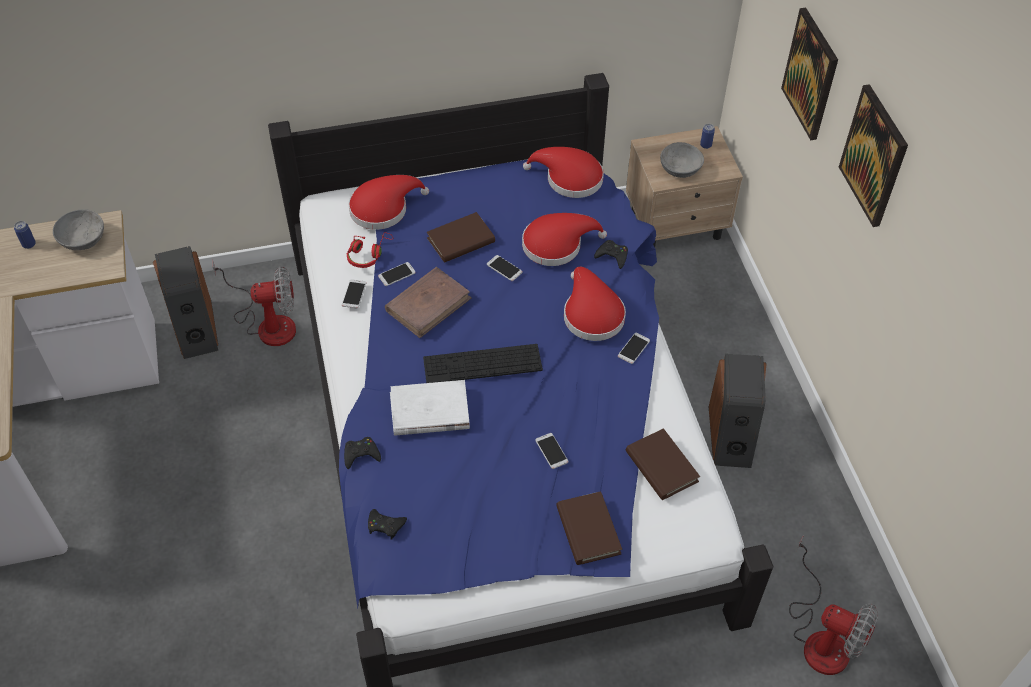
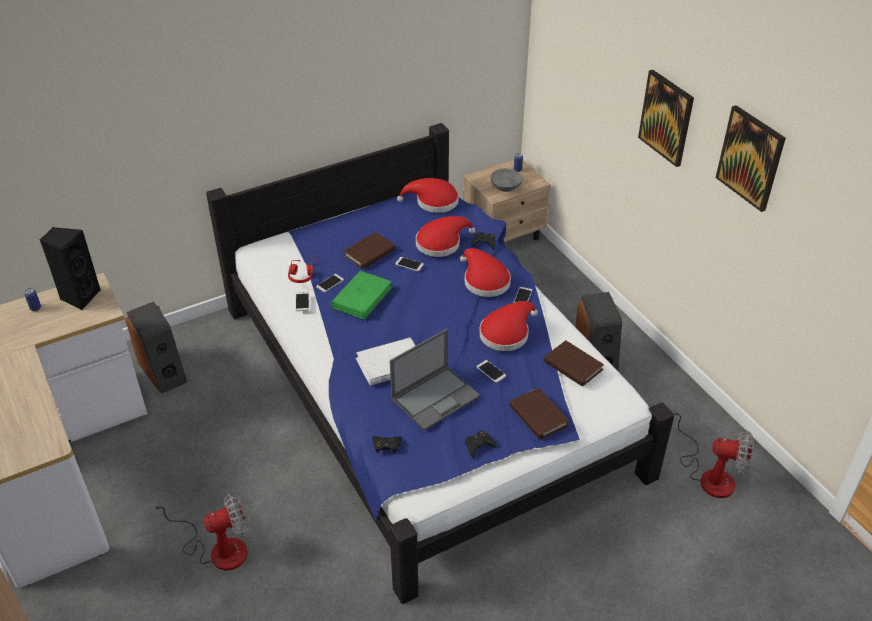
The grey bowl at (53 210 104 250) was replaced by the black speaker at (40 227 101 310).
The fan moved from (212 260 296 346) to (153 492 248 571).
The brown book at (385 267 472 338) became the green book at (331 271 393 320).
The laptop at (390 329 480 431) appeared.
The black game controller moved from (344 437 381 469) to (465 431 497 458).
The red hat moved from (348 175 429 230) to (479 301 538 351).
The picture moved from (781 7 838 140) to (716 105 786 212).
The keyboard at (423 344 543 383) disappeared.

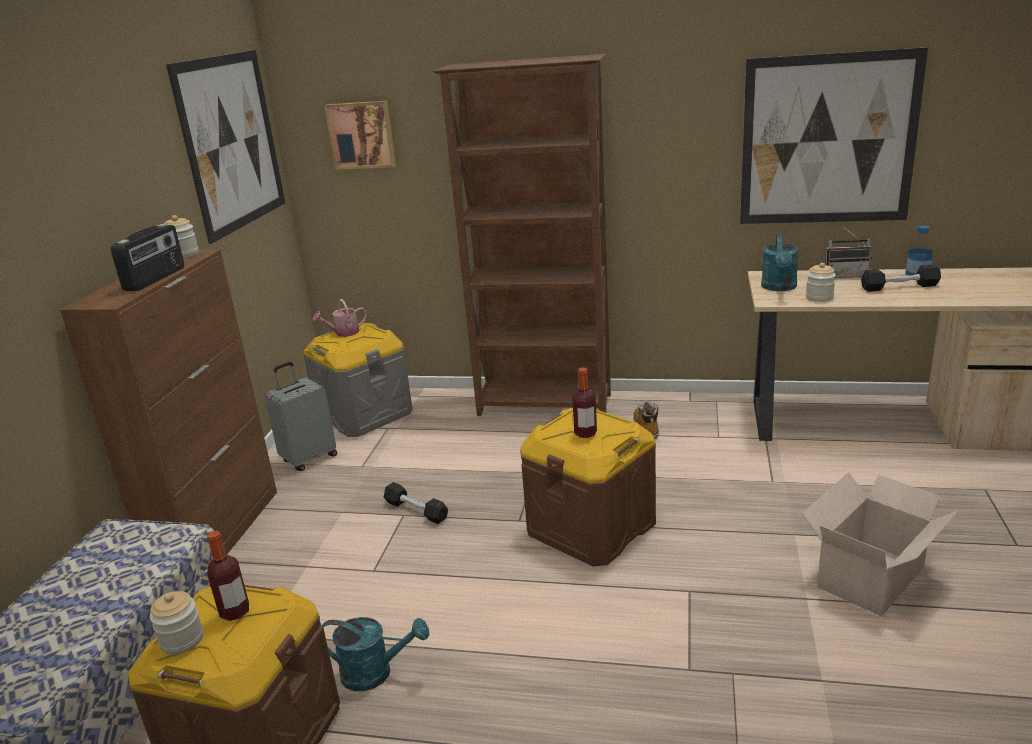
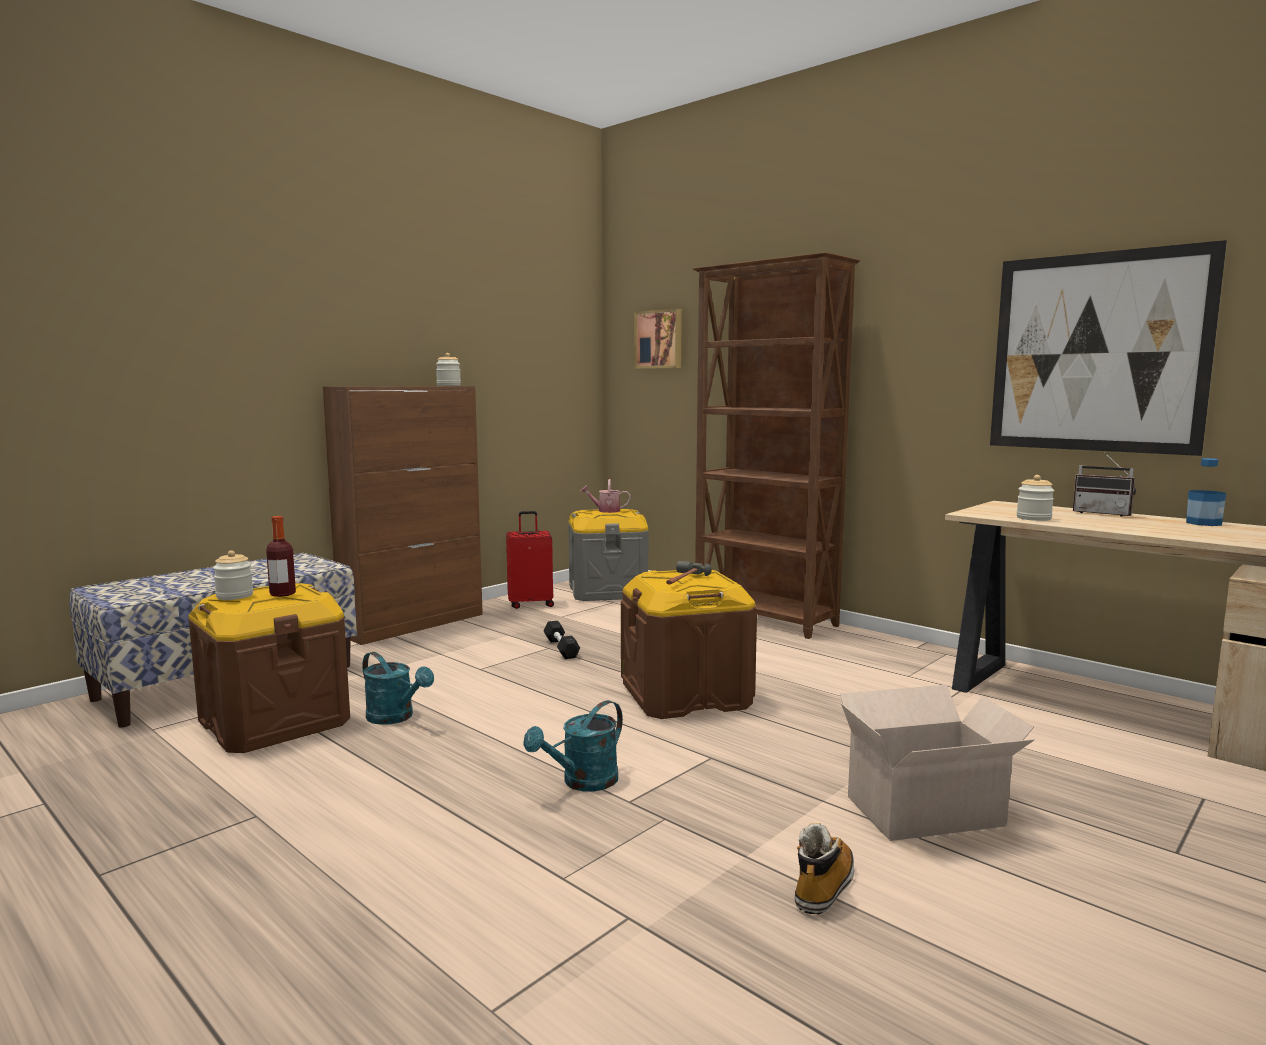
The grey suitcase at (265 362 337 471) became the red suitcase at (506 511 554 609).
The turquoise watering can moved from (761 234 799 291) to (523 700 623 791).
The bottle at (572 368 597 438) was replaced by the hammer at (666 561 712 585).
The boot moved from (633 400 659 439) to (795 823 854 914).
The radio at (111 224 184 291) disappeared.
The picture at (166 50 285 244) disappeared.
The black dumbbell at (861 265 941 292) disappeared.

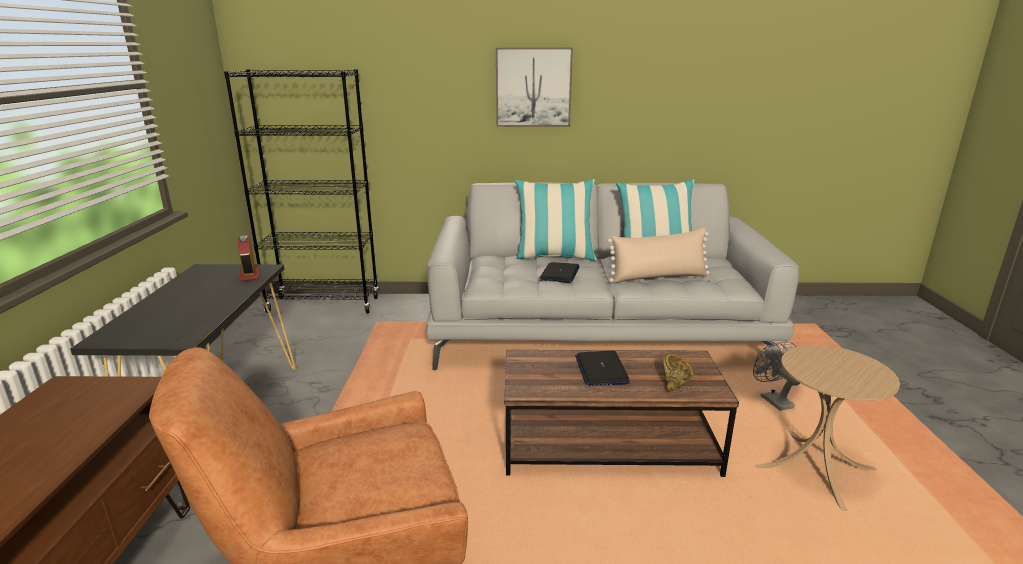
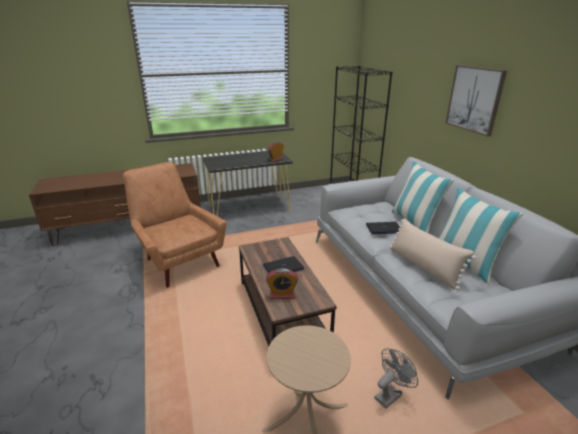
The brown bowl at (663 354 693 391) was replaced by the alarm clock at (266 268 298 299).

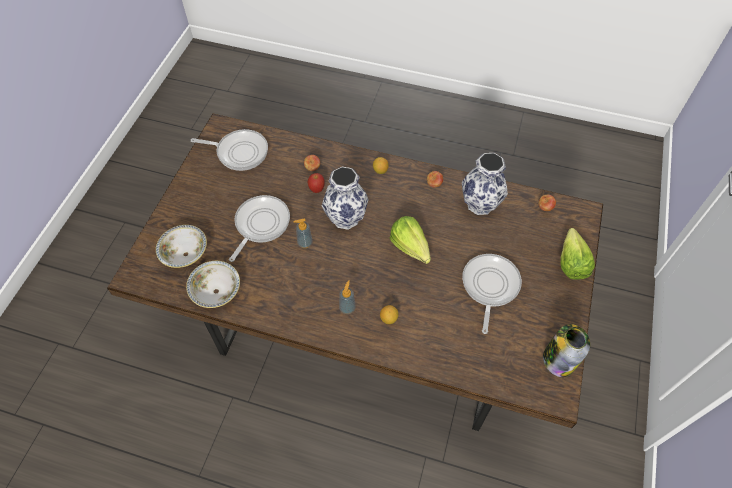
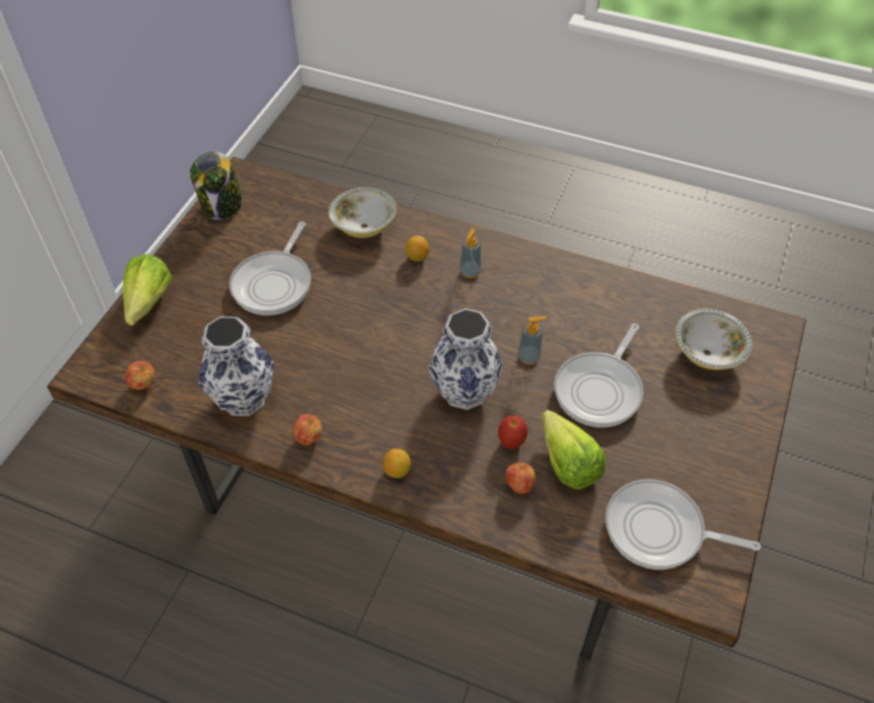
The bowl moved from (186 261 240 308) to (329 187 397 238).
The lettuce moved from (390 216 431 264) to (542 410 606 490).

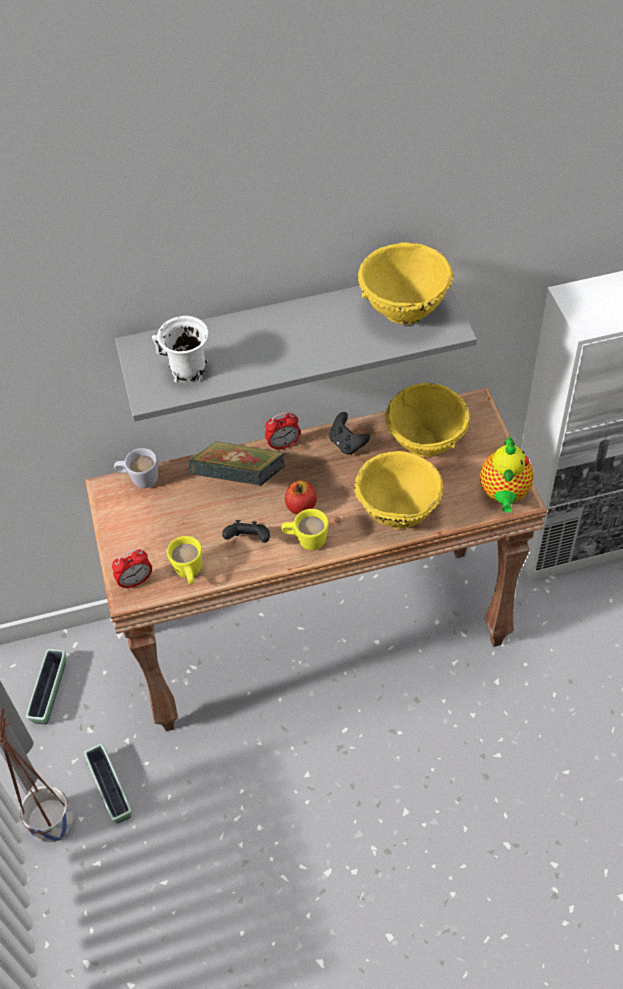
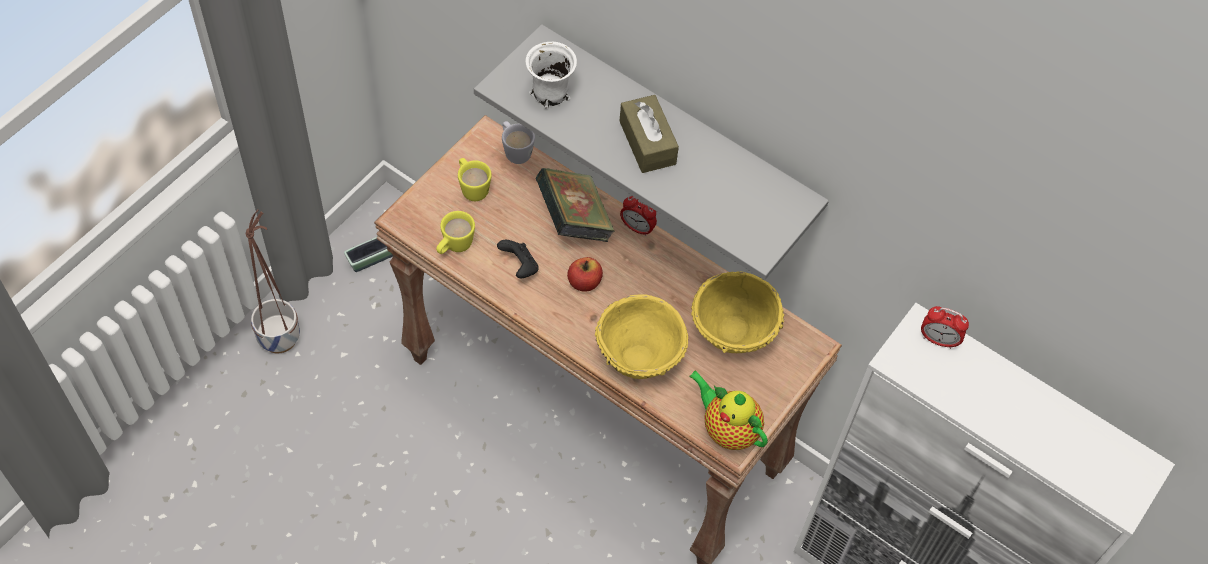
The yellow mug moved from (281 509 329 550) to (458 158 492 201).
The brown tissue box at (620 95 679 173) appeared.
The teapot at (480 436 534 513) turned 75 degrees clockwise.
The alarm clock moved from (112 549 152 590) to (921 306 969 349).
The planter at (84 744 132 823) disappeared.
The black game controller at (329 412 370 455) disappeared.
The yellow bowl at (358 242 454 325) disappeared.

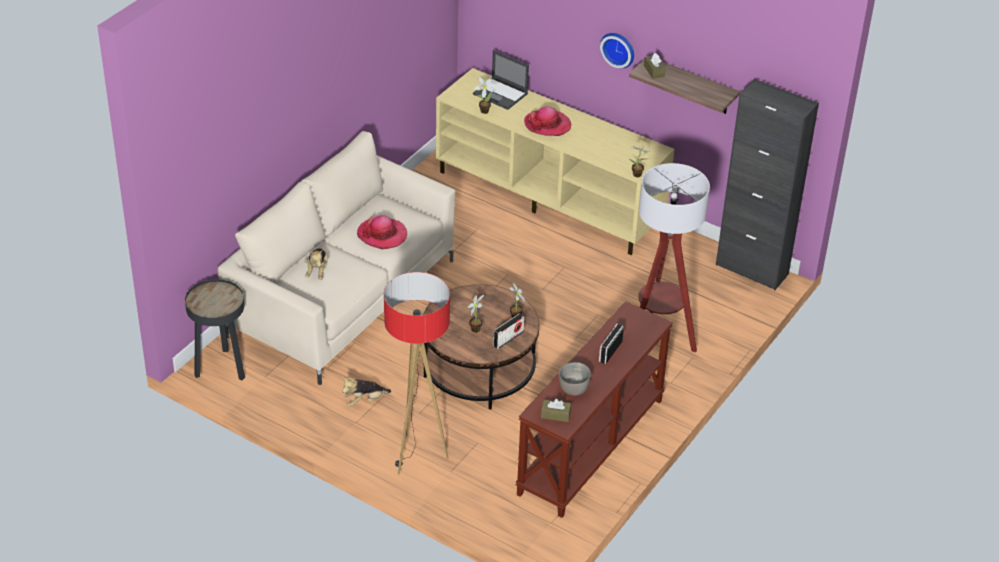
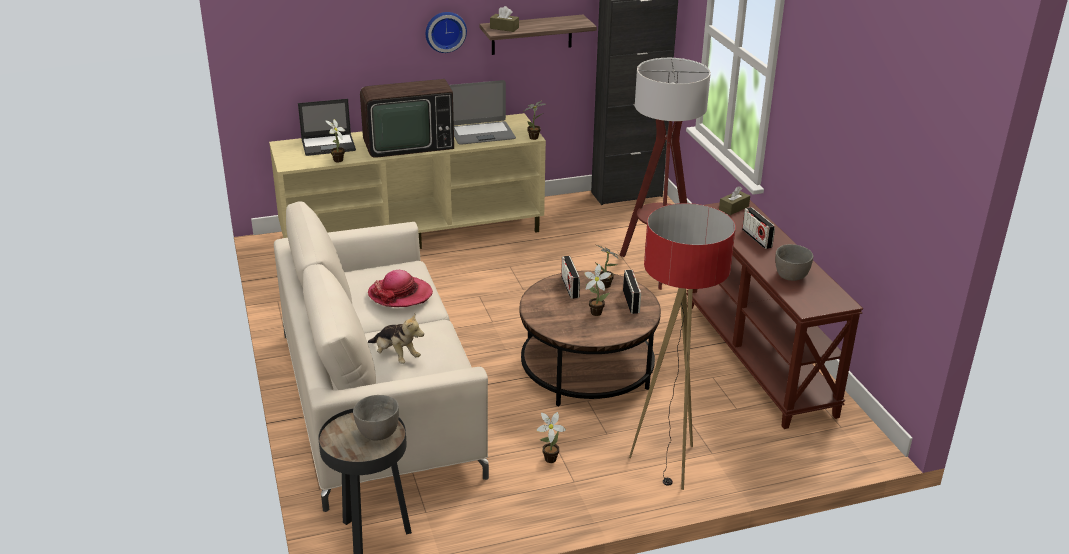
The grey bowl at (353 395 399 440) appeared.
The hat at (524 106 571 136) was replaced by the television at (360 79 454 157).
The laptop at (449 80 516 145) appeared.
The plush toy at (342 377 391 407) was replaced by the potted plant at (536 412 566 463).
The radio at (561 256 580 299) appeared.
The brown tissue box moved from (541 399 571 422) to (719 186 750 215).

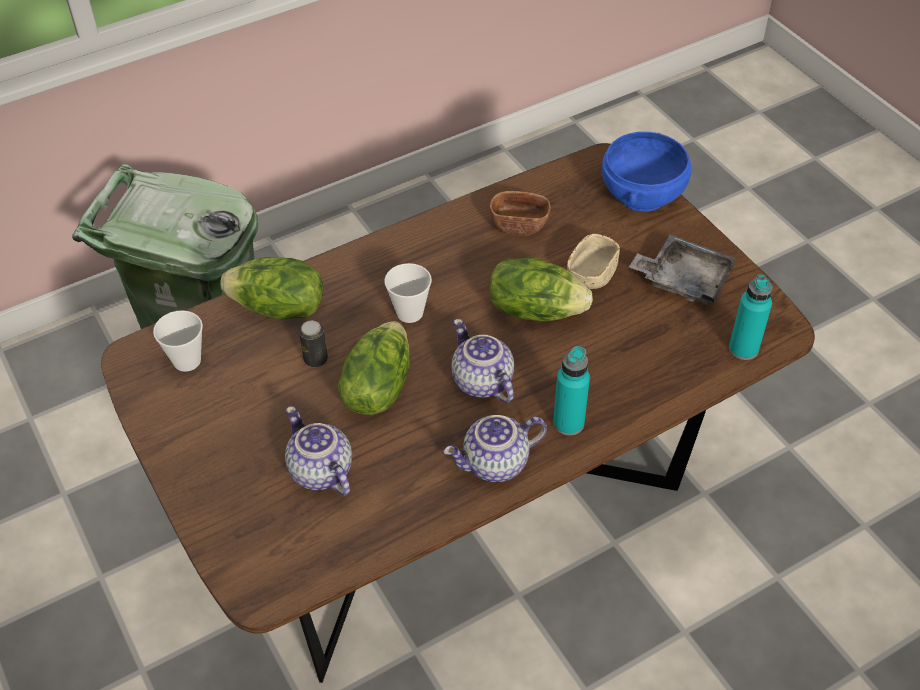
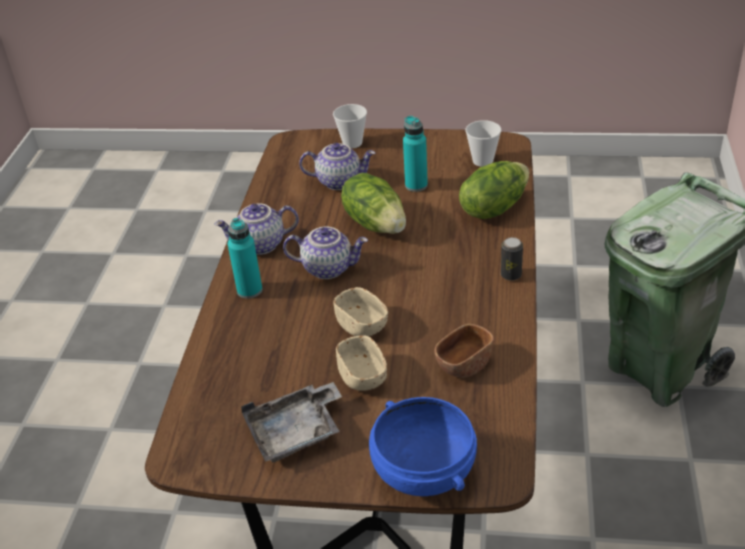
The teapot at (443 415 547 482) turned 120 degrees counterclockwise.
The cup moved from (384 263 432 323) to (333 104 367 148).
The lettuce at (489 258 593 321) was replaced by the beige bowl at (334 287 388 336).
The turquoise bottle moved from (729 274 773 360) to (403 116 428 192).
The can moved from (299 321 328 367) to (501 237 523 281).

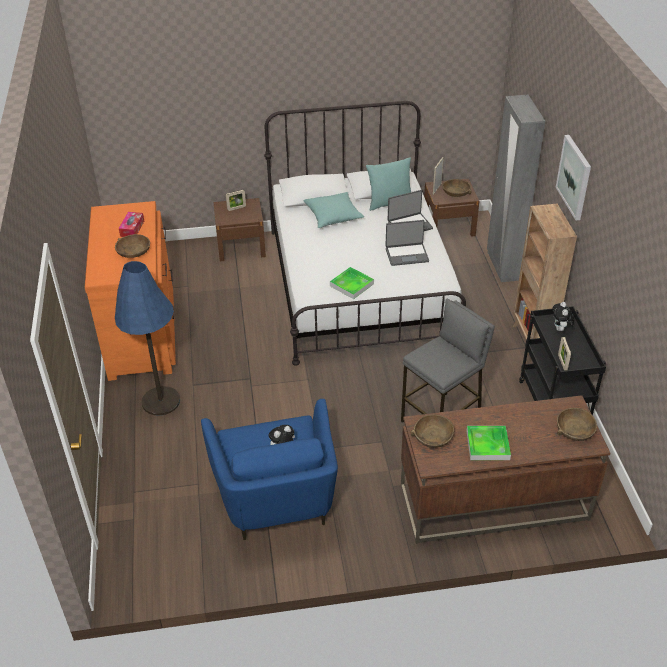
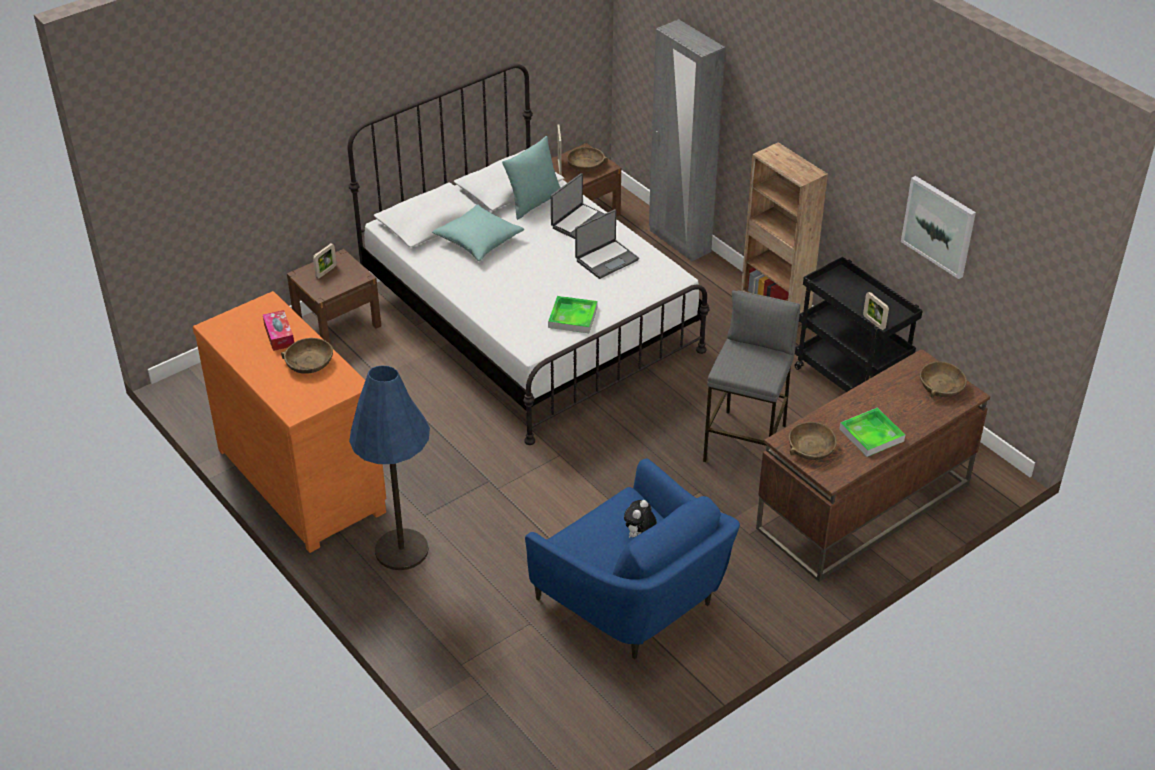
The picture moved from (556 135 591 220) to (901 176 976 279).
The plush toy at (552 302 574 331) disappeared.

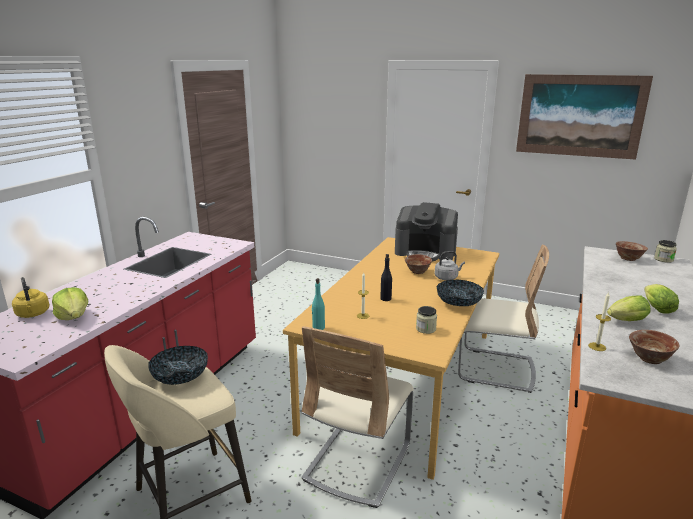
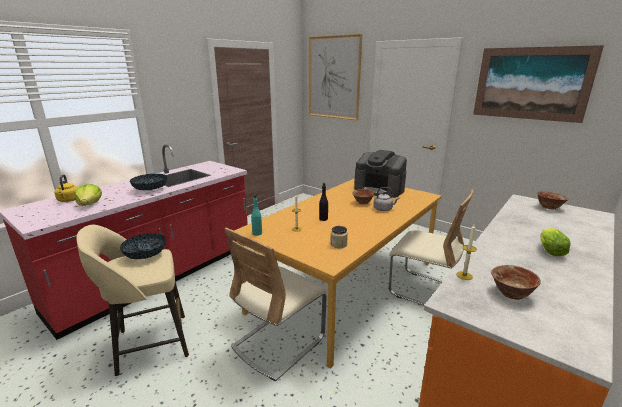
The bowl moved from (437 280 484 306) to (130 174 167 190).
The picture at (309 34 362 120) appeared.
The lettuce at (607 296 651 321) disappeared.
The jar at (654 240 677 263) disappeared.

